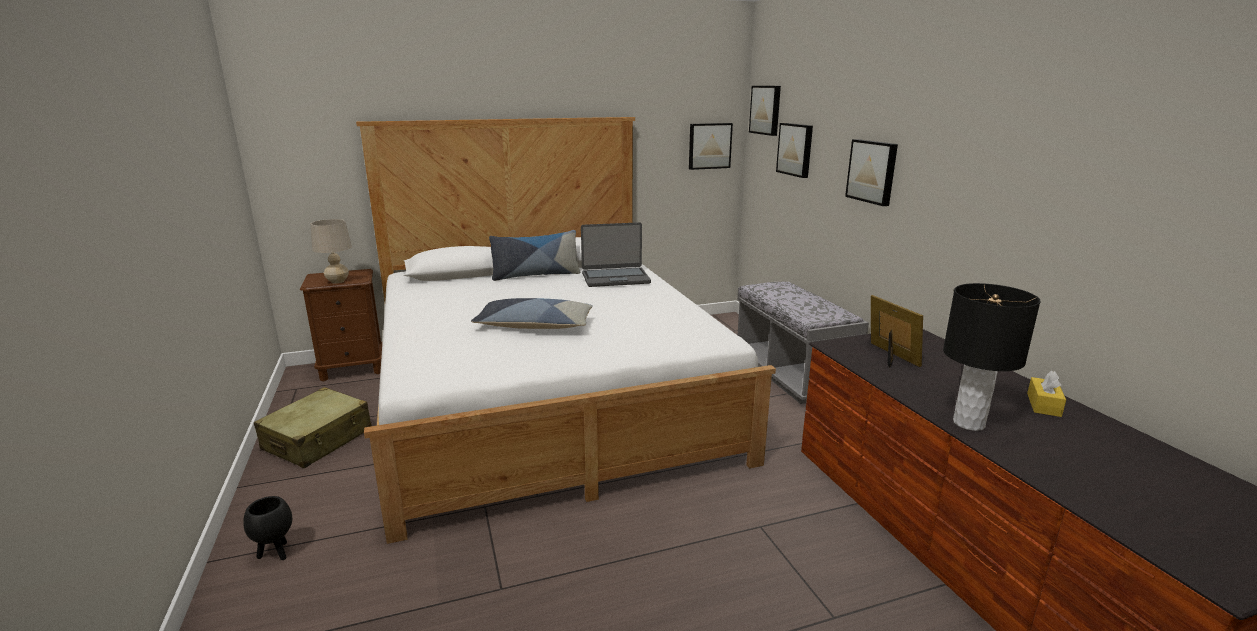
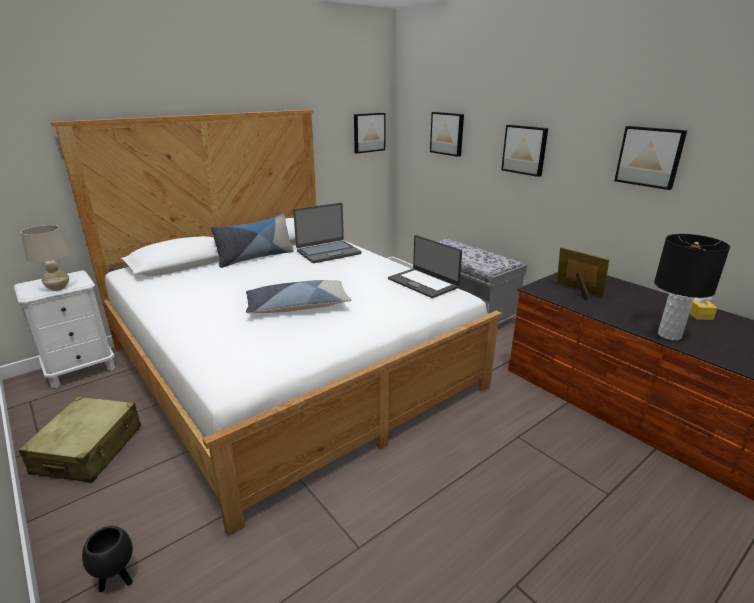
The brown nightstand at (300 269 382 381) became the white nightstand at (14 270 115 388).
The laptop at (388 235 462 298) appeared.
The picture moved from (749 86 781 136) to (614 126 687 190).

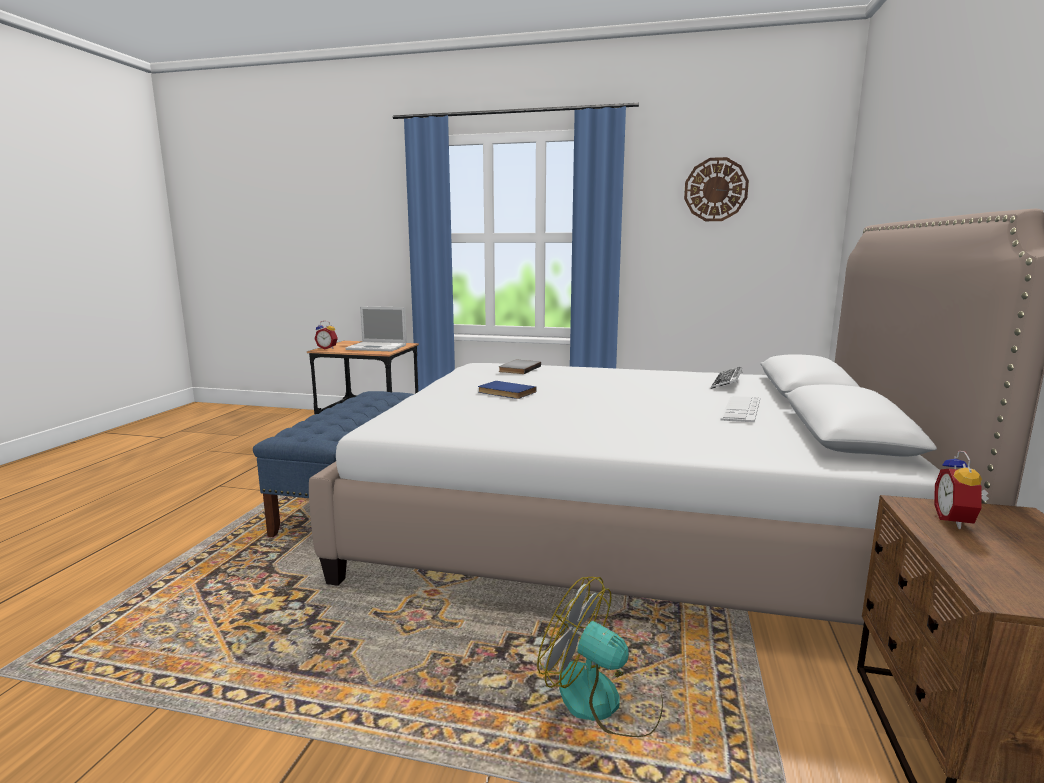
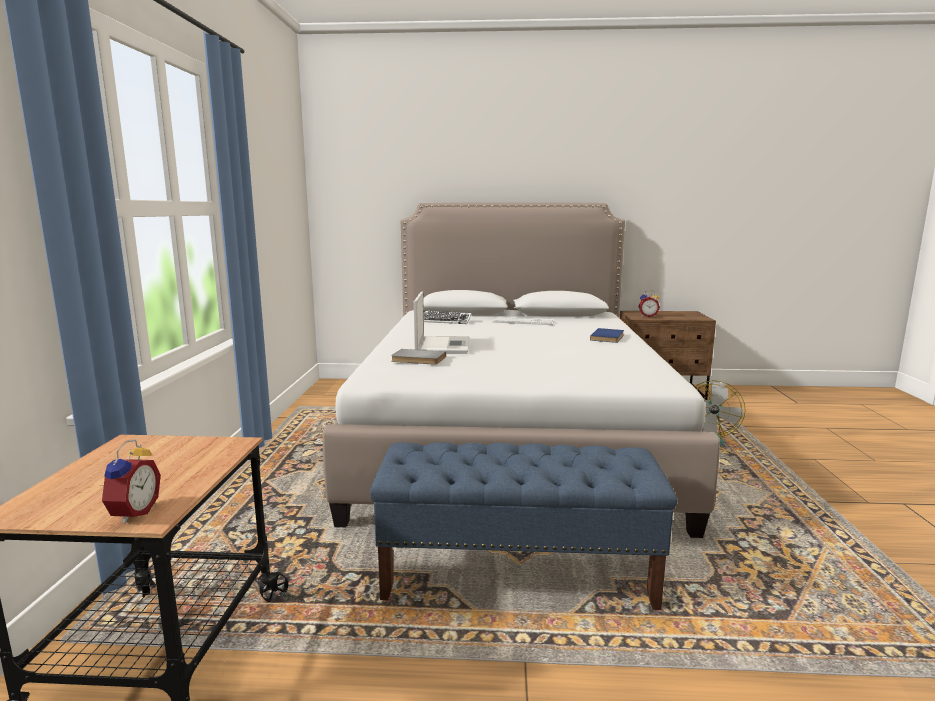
The laptop moved from (345 306 407 351) to (414 291 469 354).
The blue book moved from (478 381 537 399) to (590 328 624 343).
The wall clock at (684 157 749 221) disappeared.

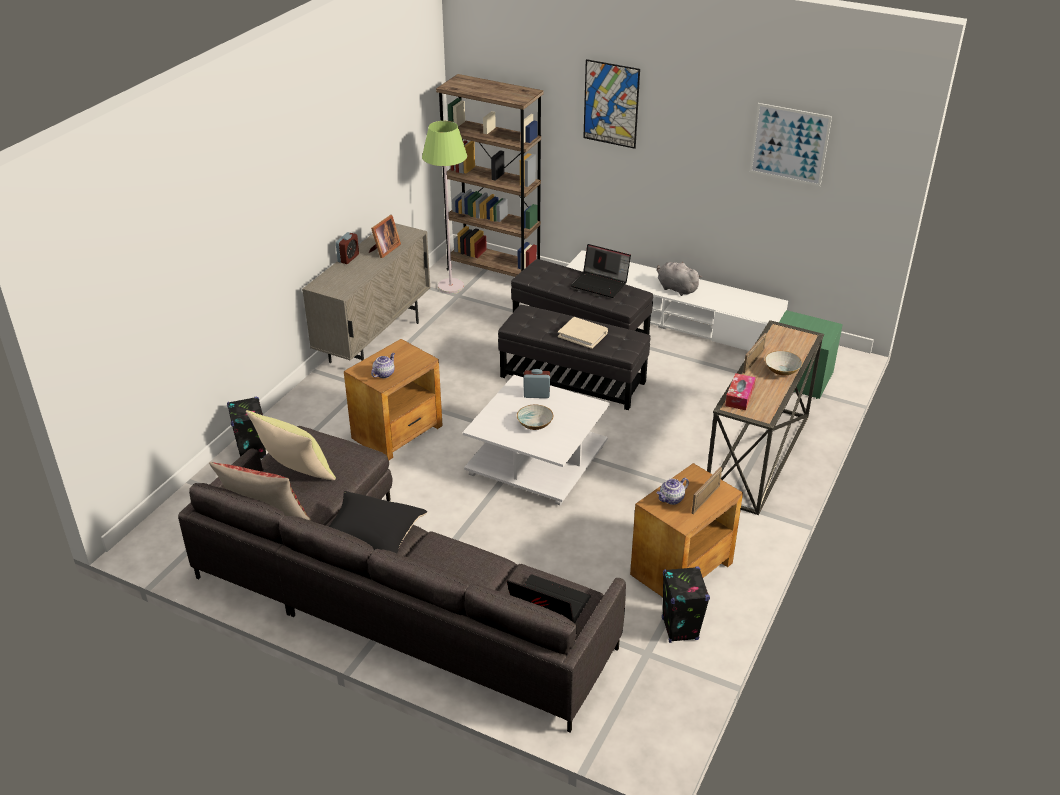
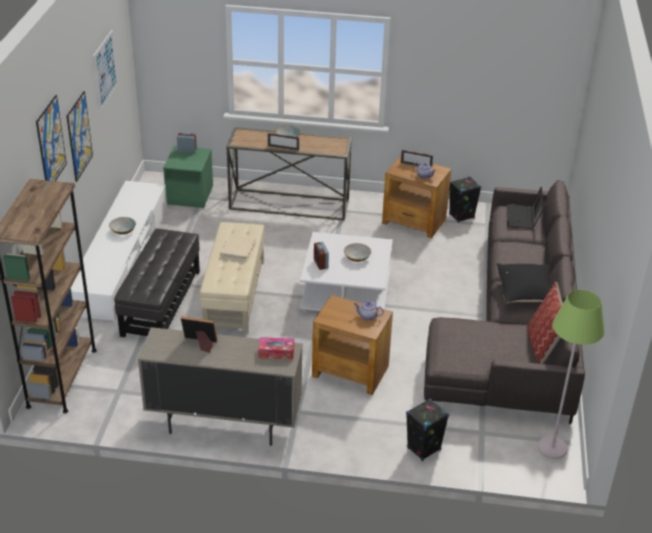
The picture at (67 91 93 182) appeared.
The grey plush toy at (657 262 702 296) was replaced by the bowl at (109 217 136 235).
The alarm clock moved from (336 232 359 264) to (177 132 197 153).
The black ottoman at (498 305 650 410) became the beige ottoman at (200 222 265 333).
The tissue box moved from (725 373 756 410) to (258 337 294 360).
The green floor lamp moved from (422 121 467 294) to (538 290 604 459).
The yellow pillow at (246 410 336 480) disappeared.
The laptop at (571 244 631 298) disappeared.

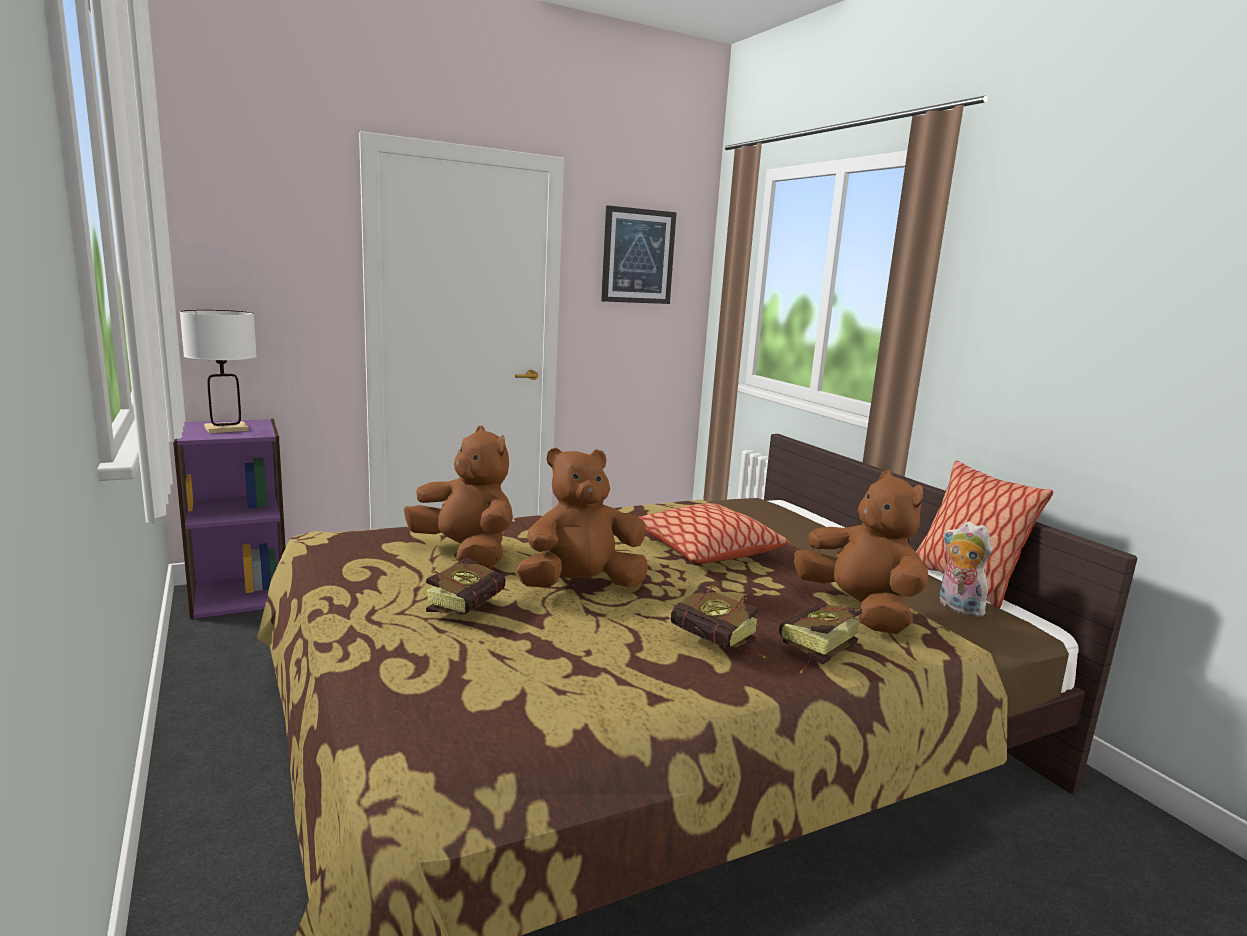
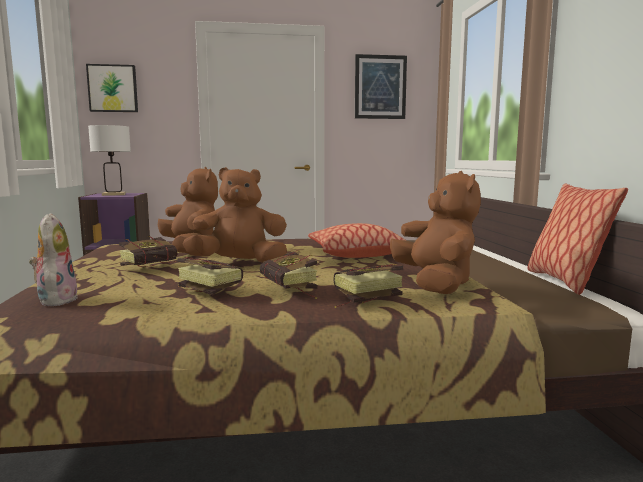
The plush toy moved from (940 521 992 617) to (29 213 78 306).
The picture at (86 64 138 112) appeared.
The book at (177 257 243 295) appeared.

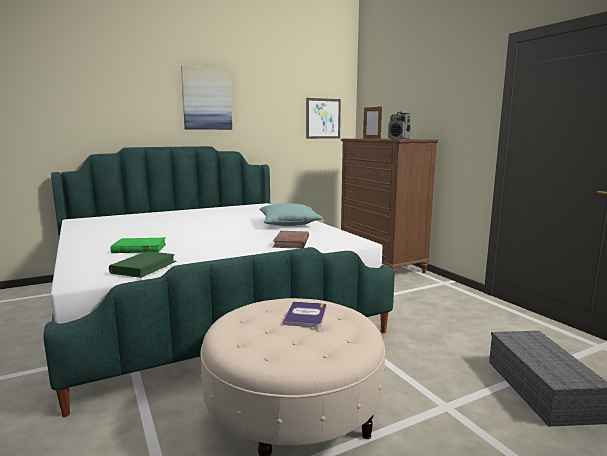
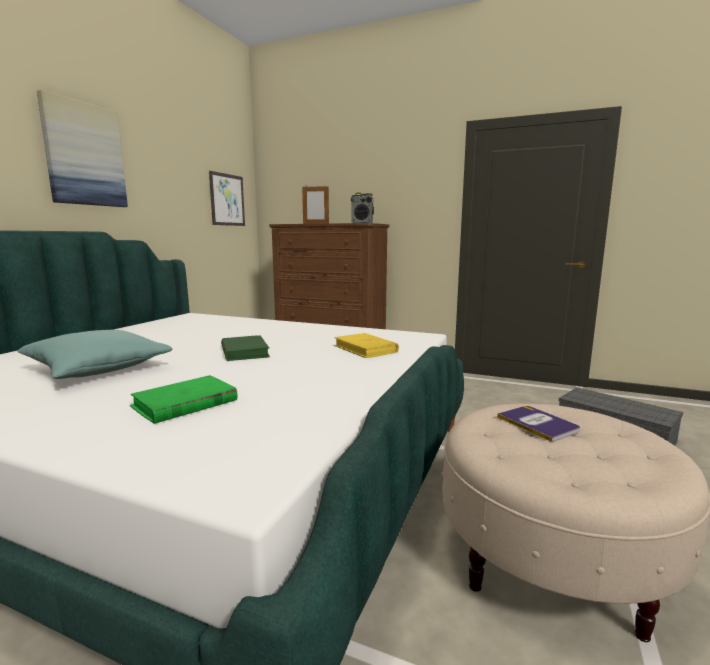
The turquoise pillow moved from (259 203 323 226) to (17 330 172 379).
The green book moved from (109 251 177 278) to (221 335 270 361).
The brown book at (273 231 309 248) became the yellow book at (335 333 399 358).

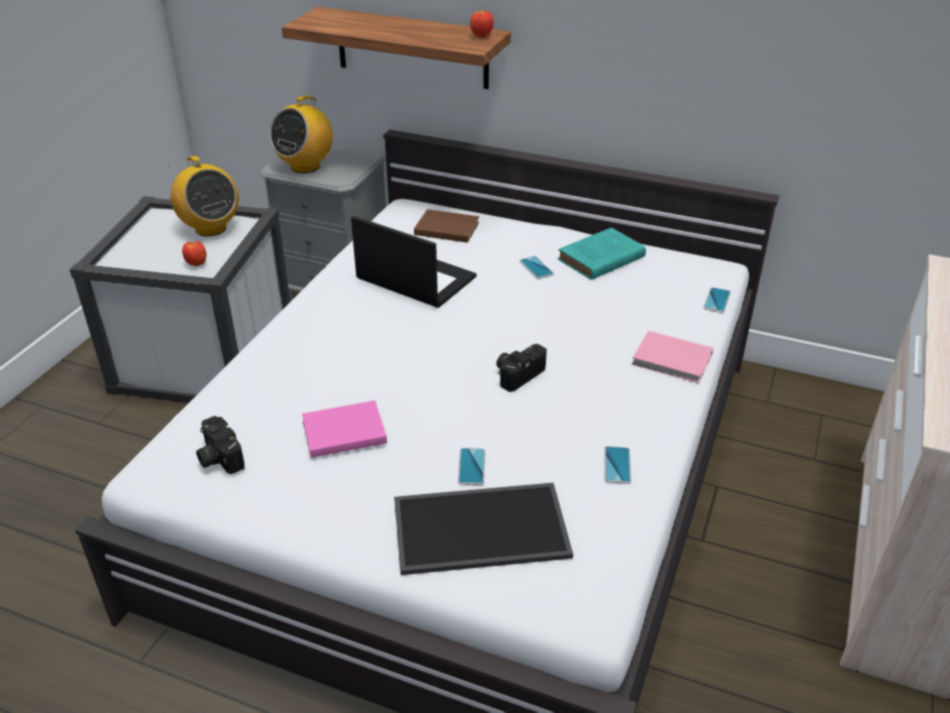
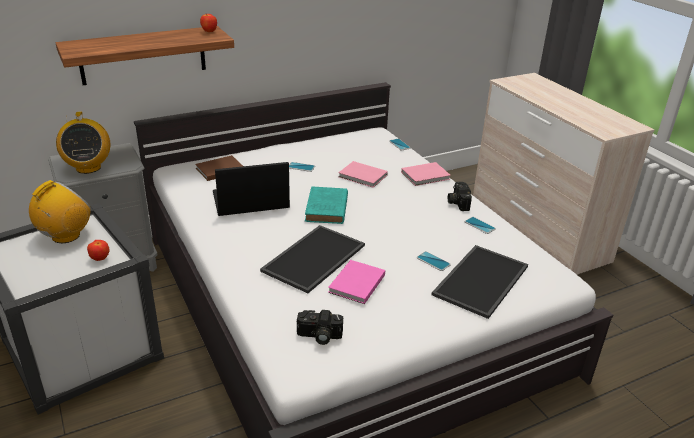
The radio at (169 156 239 236) turned 60 degrees counterclockwise.
The tray at (260 225 365 293) appeared.
The turquoise book moved from (558 228 646 280) to (305 186 348 224).
The pink book at (338 161 388 188) appeared.
The photo camera moved from (496 344 547 392) to (448 182 472 211).

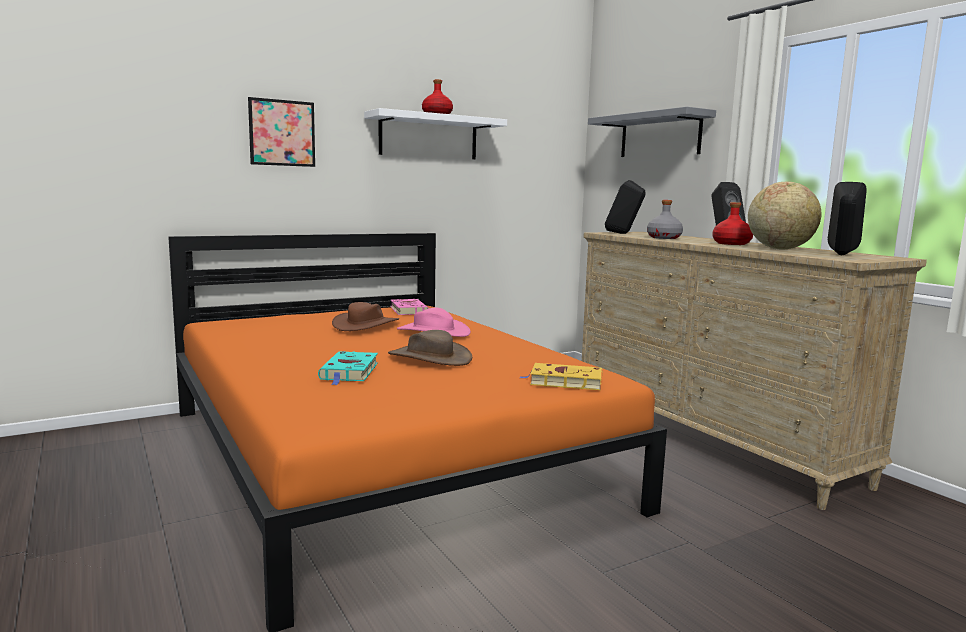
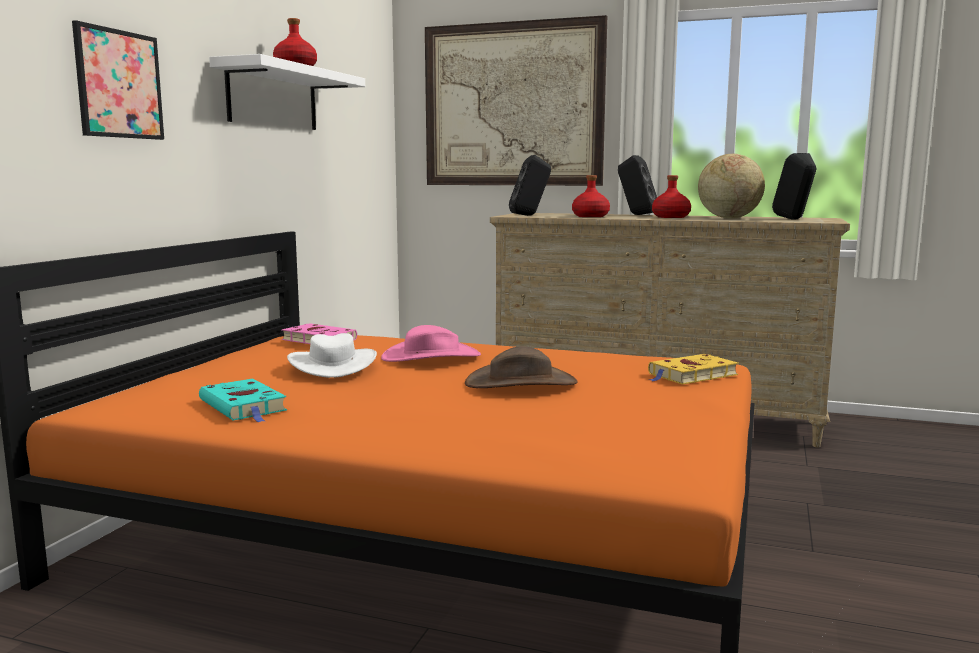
The turquoise book moved from (318 351 378 385) to (199 378 287 422).
The brown hat at (332 302 399 331) became the white hat at (287 333 377 378).
The grey shelf at (588 107 716 157) was replaced by the picture at (425 15 607 186).
The grey bottle at (647 200 683 239) became the red bottle at (572 175 610 217).

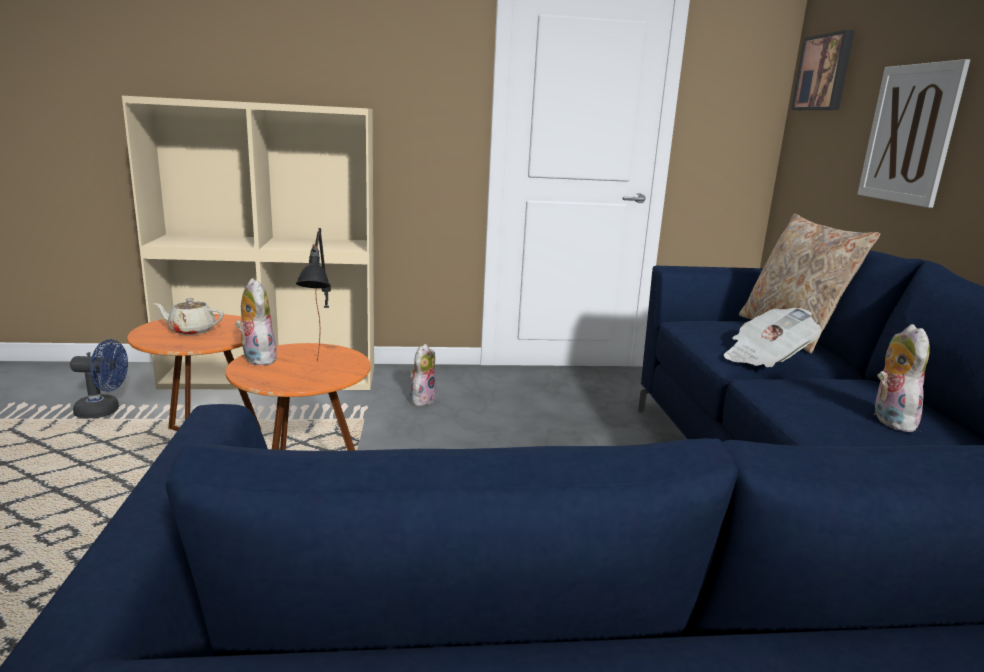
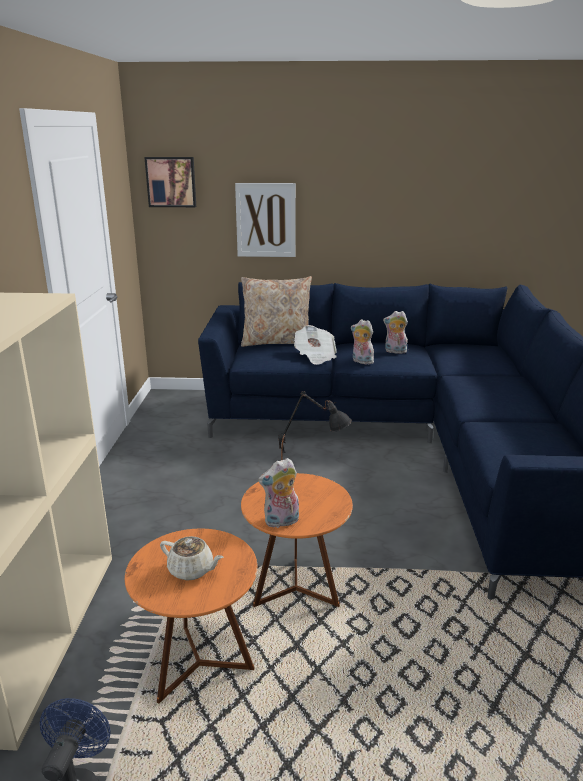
The beige teapot at (153 298 224 335) turned 75 degrees counterclockwise.
The plush toy moved from (410 344 436 406) to (351 319 374 364).

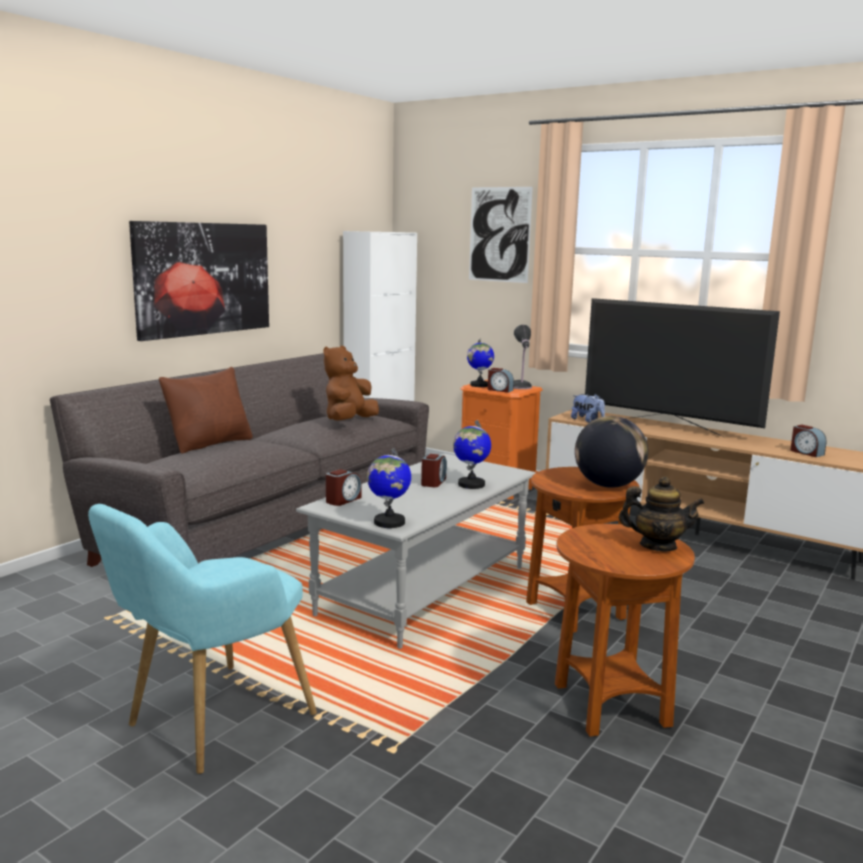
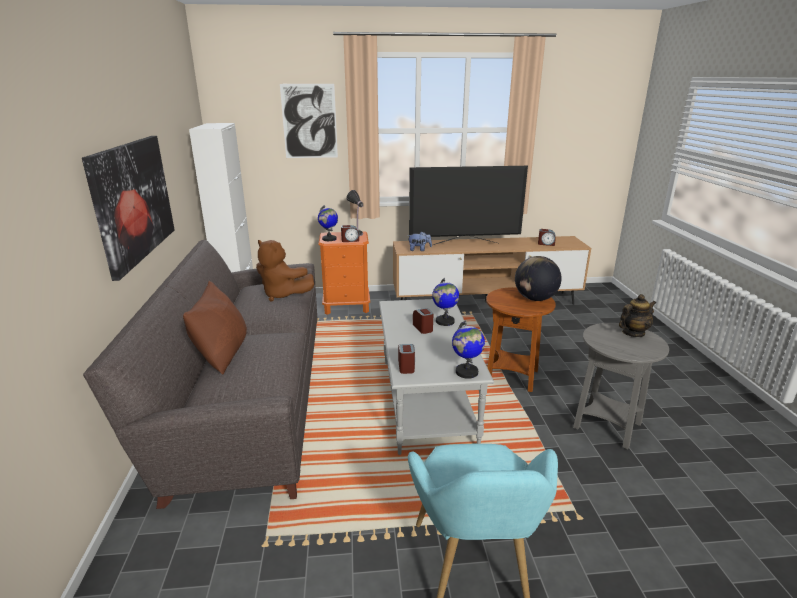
The brown plush toy at (323 346 379 421) turned 45 degrees counterclockwise.
The brown side table at (555 524 695 736) became the grey side table at (573 323 669 449).

